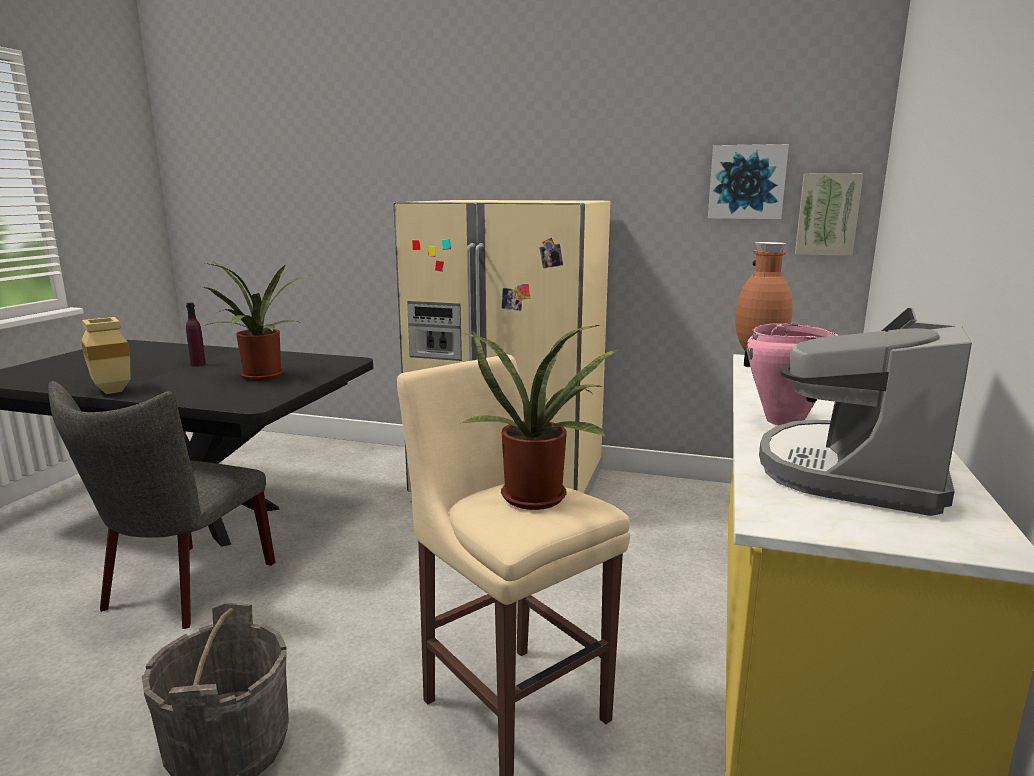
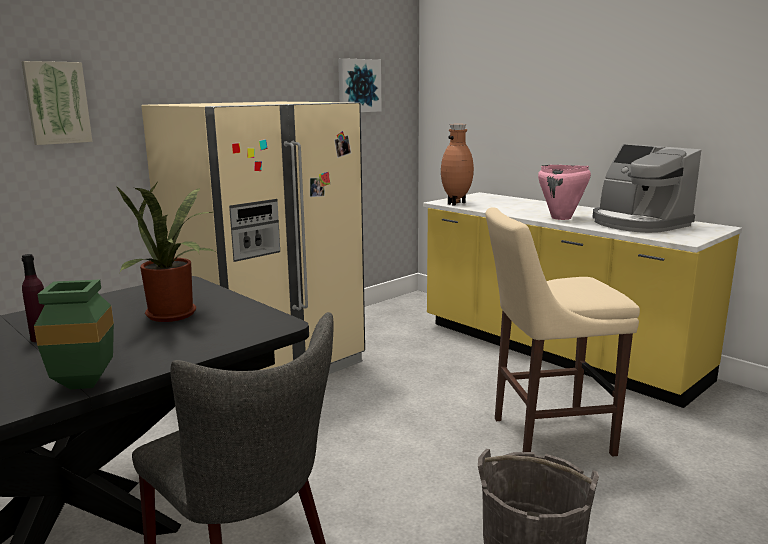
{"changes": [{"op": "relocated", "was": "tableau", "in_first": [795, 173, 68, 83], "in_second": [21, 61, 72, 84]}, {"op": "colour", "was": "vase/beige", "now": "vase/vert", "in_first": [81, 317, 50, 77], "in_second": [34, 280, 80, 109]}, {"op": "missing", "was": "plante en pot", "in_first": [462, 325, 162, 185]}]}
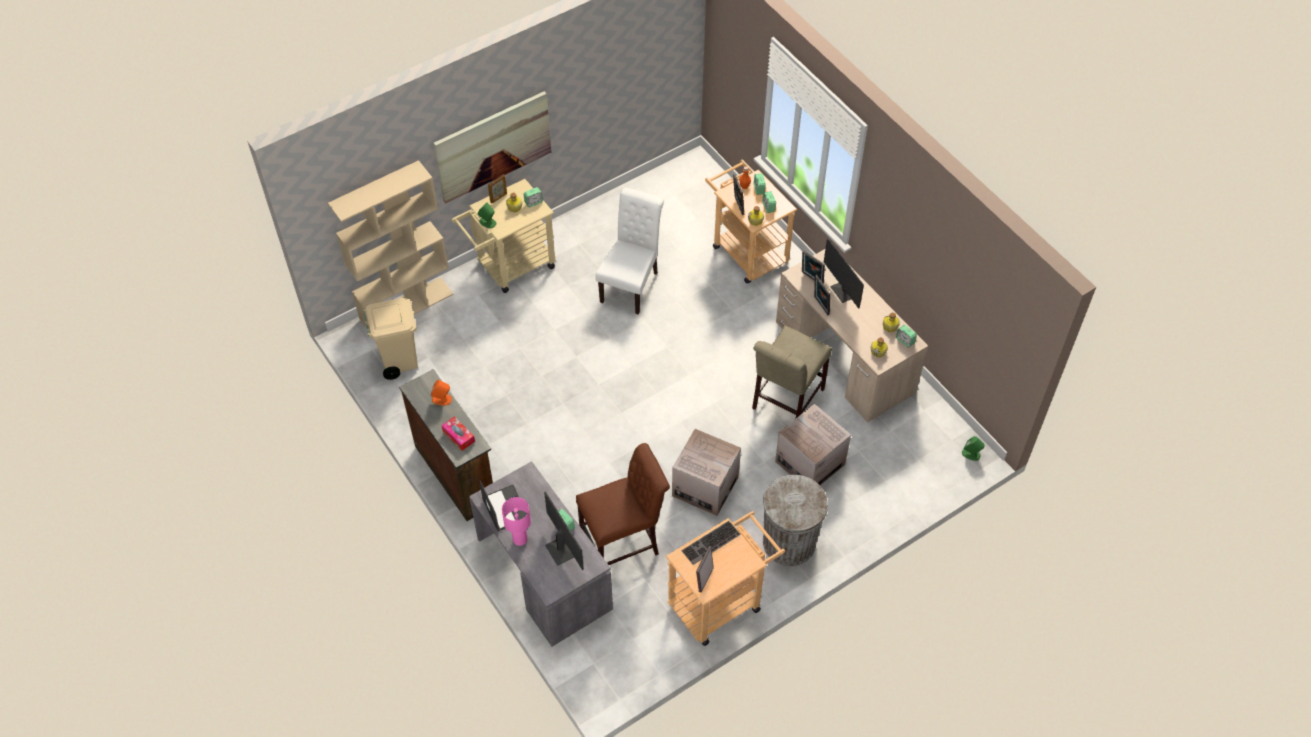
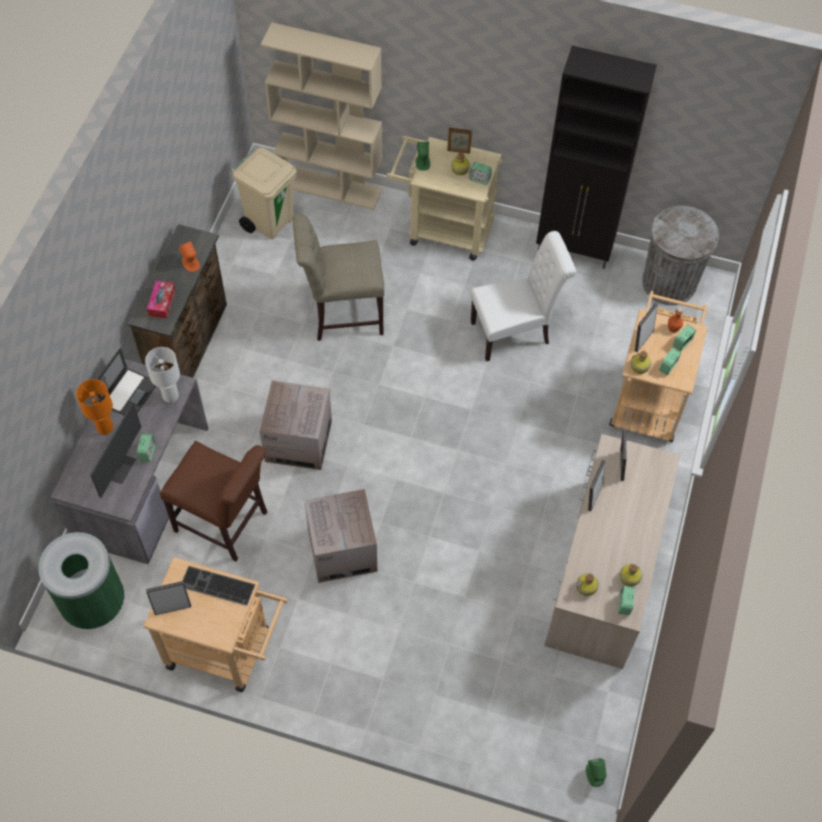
{"changes": [{"op": "appeared", "now": "poubelle/vert", "in_second": [39, 532, 85, 97]}, {"op": "colour", "was": "lampe de table/rose", "now": "lampe de table/orange", "in_first": [502, 497, 29, 49], "in_second": [76, 379, 37, 56]}, {"op": "appeared", "now": "lampe de table/blanc", "in_second": [145, 347, 35, 56]}, {"op": "relocated", "was": "carton", "in_first": [775, 404, 76, 81], "in_second": [259, 380, 73, 90]}, {"op": "relocated", "was": "chaise/beige", "in_first": [752, 325, 80, 94], "in_second": [293, 214, 91, 127]}, {"op": "appeared", "now": "meuble de rangement/noir", "in_second": [536, 46, 121, 223]}, {"op": "relocated", "was": "poubelle/gris", "in_first": [763, 475, 65, 91], "in_second": [642, 206, 77, 99]}, {"op": "missing", "was": "tableau", "in_first": [433, 91, 118, 112]}, {"op": "missing", "was": "écran d'ordinateur", "in_first": [824, 238, 40, 71]}]}
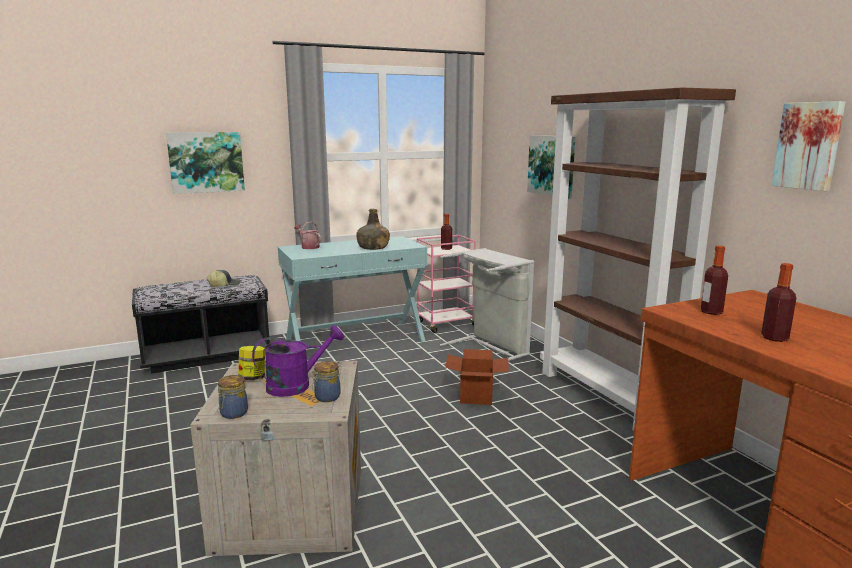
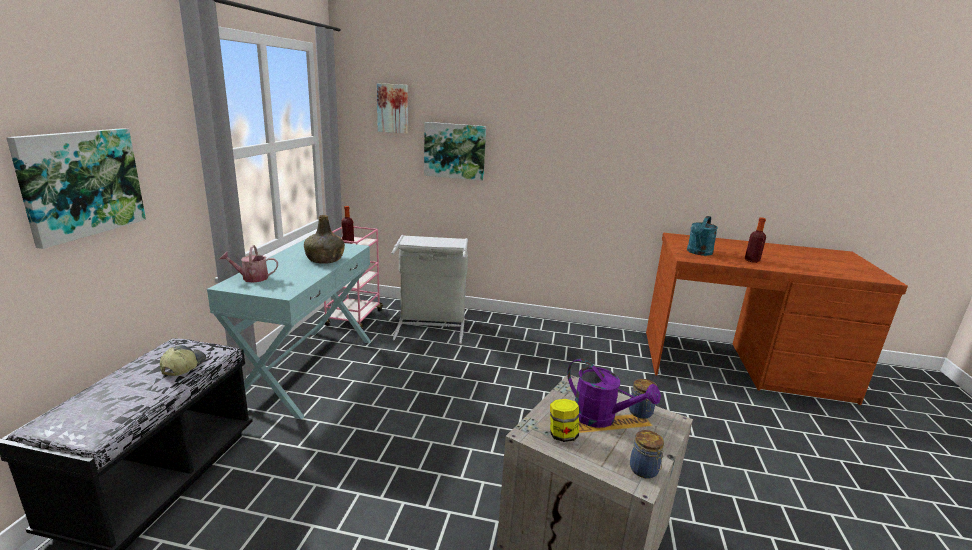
{"changes": [{"op": "relocated", "was": "tableau", "in_first": [771, 101, 75, 90], "in_second": [377, 83, 31, 51]}, {"op": "spun", "was": "arrosoir/violet", "in_first": [252, 325, 92, 72], "in_second": [567, 358, 94, 70], "clockwise": 120}, {"op": "exchanged", "was": "bouteille", "now": "arrosoir/turquoise", "in_first": [701, 246, 27, 69], "in_second": [687, 216, 31, 40]}, {"op": "missing", "was": "carton", "in_first": [445, 349, 64, 56]}, {"op": "missing", "was": "bibliothèque/marron", "in_first": [540, 87, 196, 344]}]}
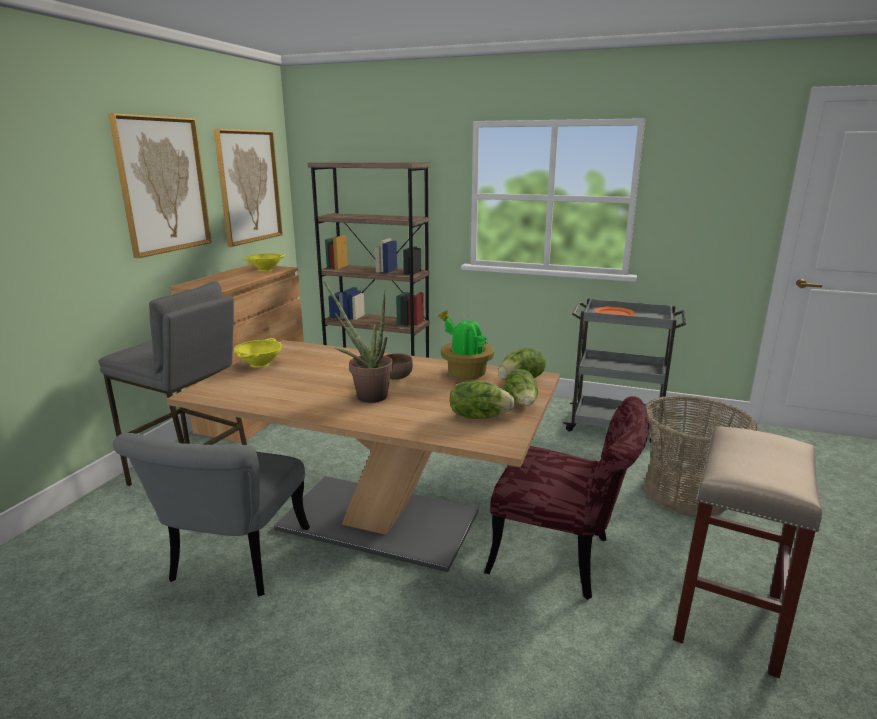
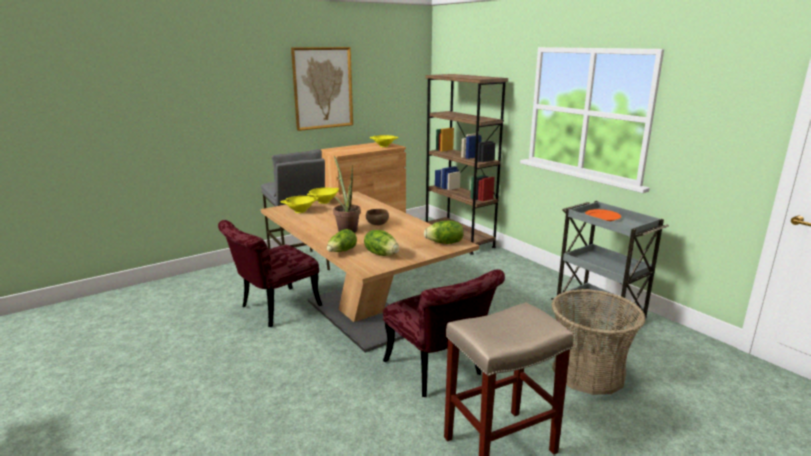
{"changes": [{"op": "colour", "was": "chaise/gris", "now": "chaise/rouge", "in_first": [113, 433, 197, 164], "in_second": [218, 220, 104, 107]}, {"op": "appeared", "now": "bol/jaune", "in_second": [280, 196, 38, 17]}, {"op": "relocated", "was": "laitue", "in_first": [504, 369, 34, 37], "in_second": [327, 229, 30, 23]}, {"op": "missing", "was": "tableau", "in_first": [214, 129, 69, 118]}, {"op": "missing", "was": "plante en pot", "in_first": [437, 310, 57, 69]}]}
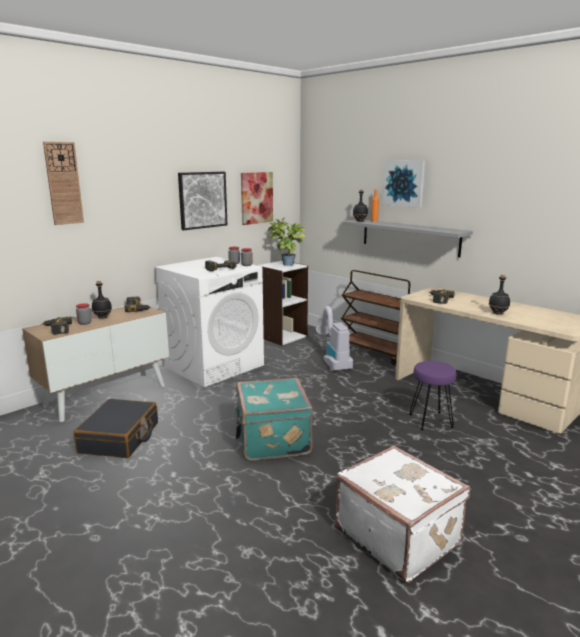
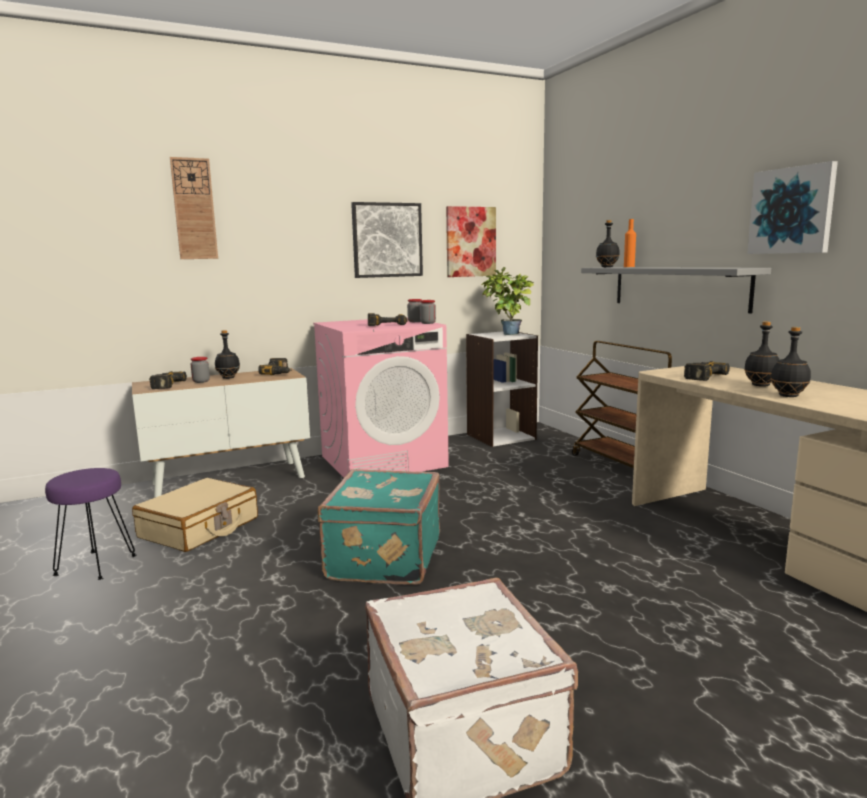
{"changes": [{"op": "relocated", "was": "tabouret/violet", "in_first": [409, 361, 47, 69], "in_second": [45, 468, 92, 112]}, {"op": "colour", "was": "valise/noir", "now": "valise/beige", "in_first": [73, 399, 85, 59], "in_second": [132, 478, 126, 74]}, {"op": "colour", "was": "lave-linge/blanc", "now": "lave-linge/rose", "in_first": [154, 257, 110, 130], "in_second": [313, 317, 136, 161]}, {"op": "appeared", "now": "bouteille/noir", "in_second": [744, 321, 36, 66]}, {"op": "relocated", "was": "tableau", "in_first": [382, 160, 43, 48], "in_second": [747, 161, 91, 93]}, {"op": "missing", "was": "aspirateur", "in_first": [316, 306, 37, 65]}]}
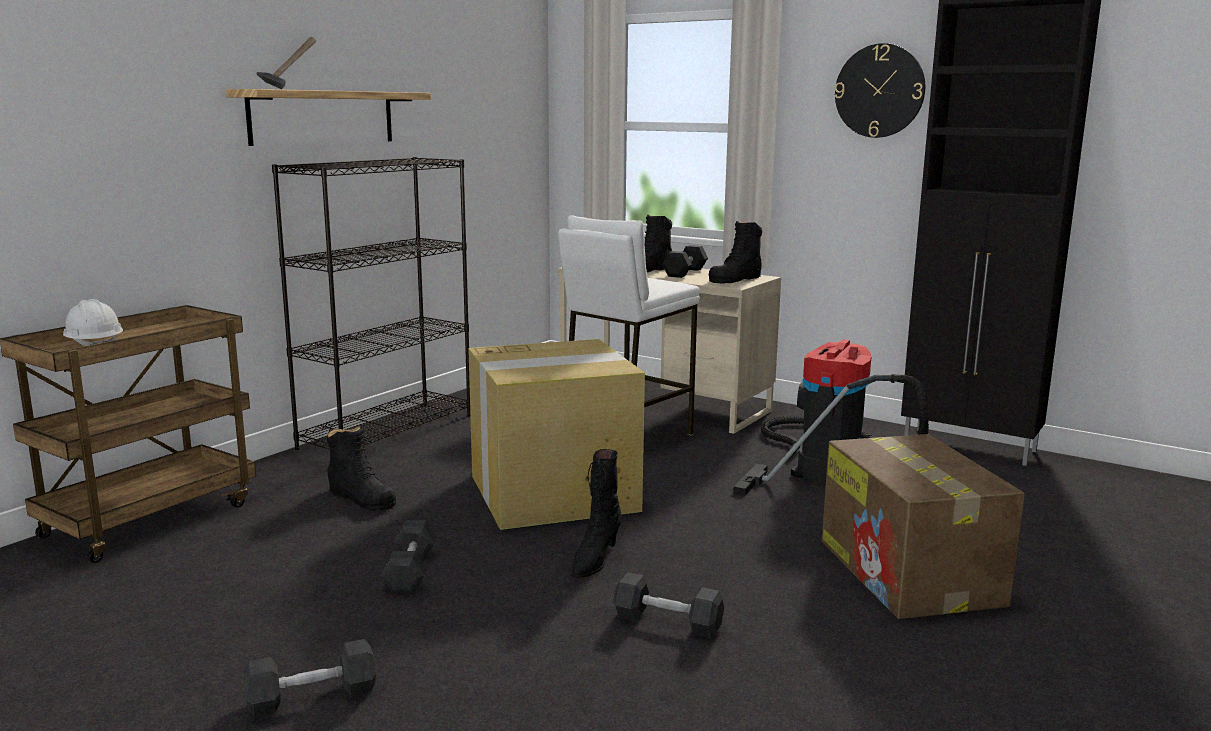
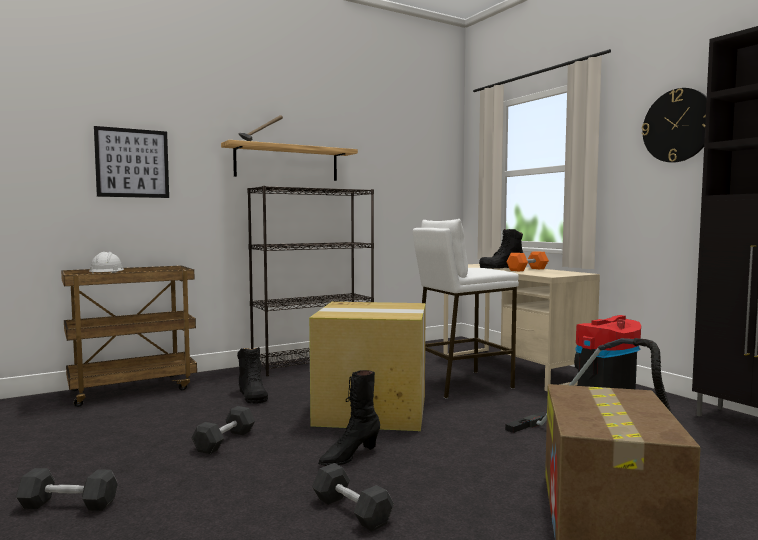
{"changes": [{"op": "appeared", "now": "tableau", "in_second": [94, 126, 75, 72]}, {"op": "colour", "was": "haltère/noir", "now": "haltère/orange", "in_first": [662, 245, 46, 33], "in_second": [506, 251, 43, 20]}, {"op": "missing", "was": "botte/noir", "in_first": [709, 221, 53, 63]}]}
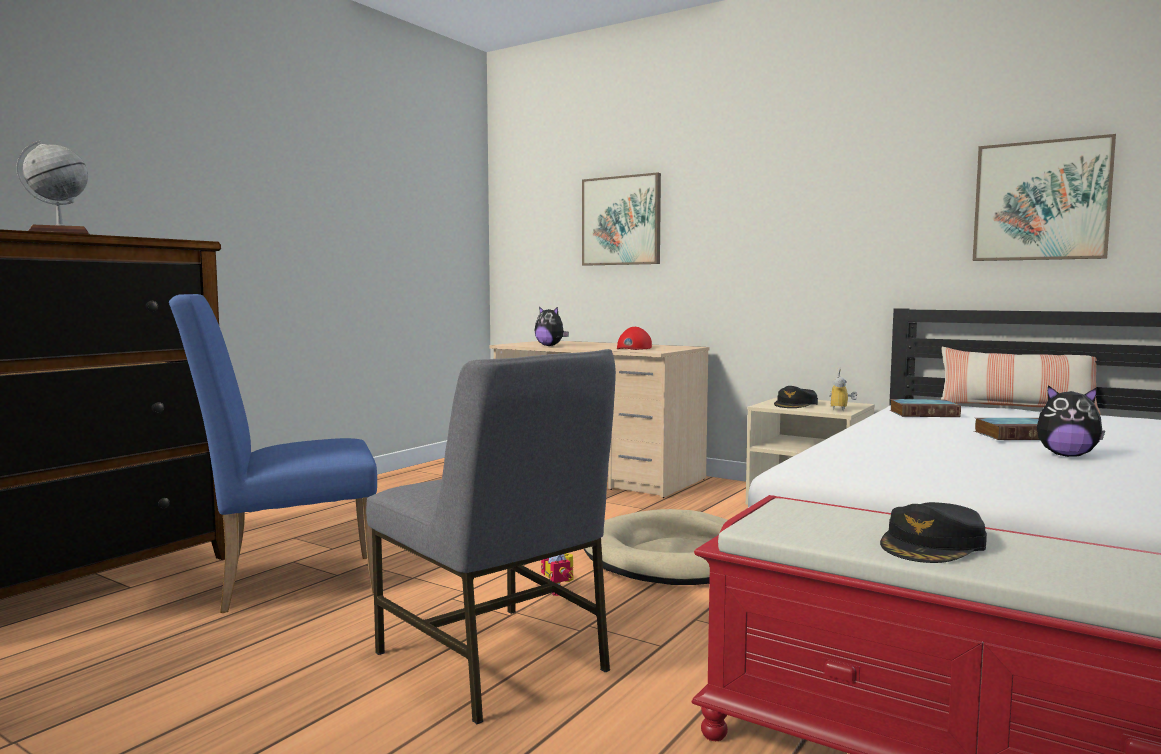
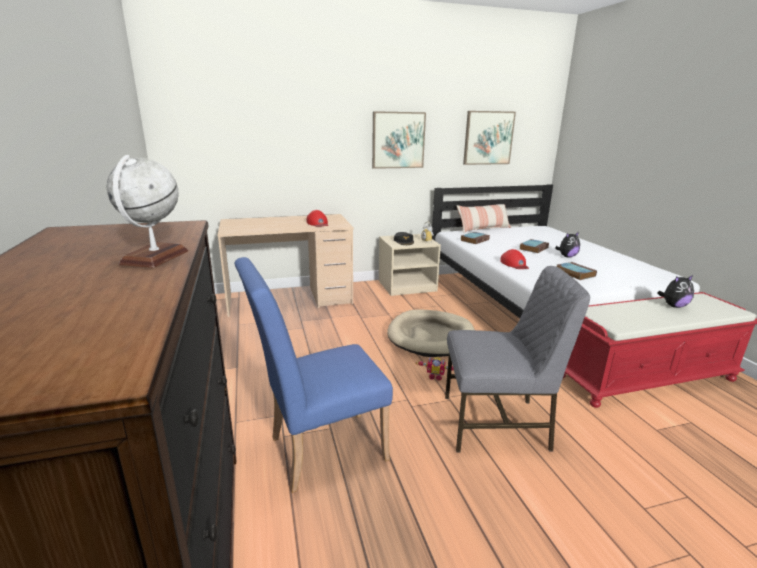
{"changes": [{"op": "spun", "was": "chaise/bleu", "in_first": [169, 294, 208, 319], "in_second": [234, 257, 159, 236], "clockwise": 45}, {"op": "relocated", "was": "tableau", "in_first": [582, 172, 79, 94], "in_second": [372, 111, 54, 58]}, {"op": "appeared", "now": "casquette/rouge", "in_second": [500, 249, 29, 20]}, {"op": "appeared", "now": "livre", "in_second": [557, 262, 40, 18]}, {"op": "relocated", "was": "peluche", "in_first": [535, 306, 34, 40], "in_second": [657, 275, 37, 33]}, {"op": "missing", "was": "casquette/noir", "in_first": [880, 502, 107, 61]}]}
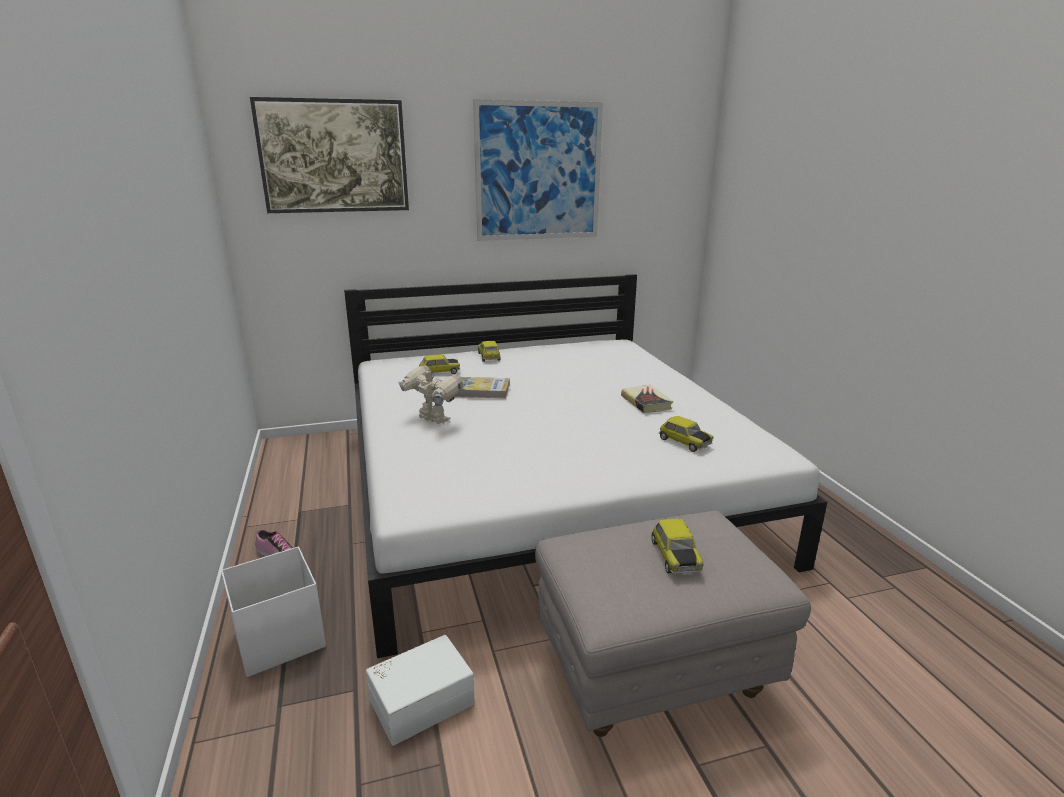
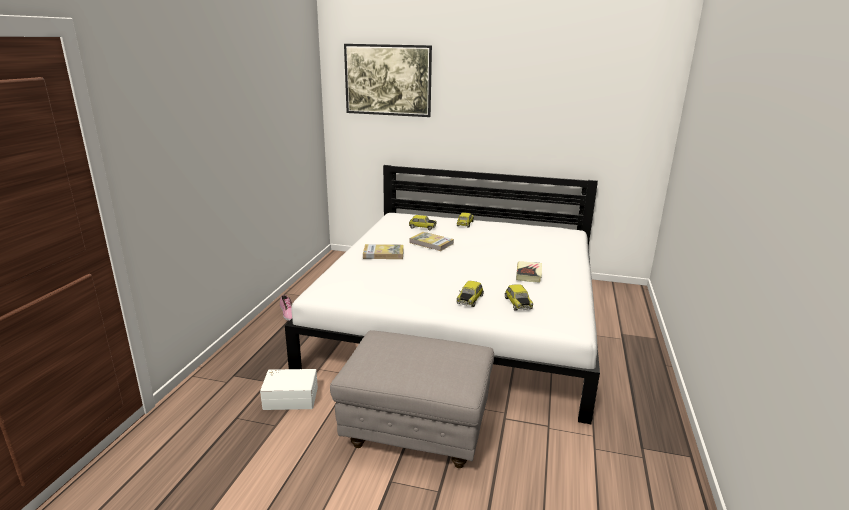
{"changes": [{"op": "exchanged", "was": "robot jouet", "now": "livre", "in_first": [398, 365, 65, 59], "in_second": [363, 244, 41, 15]}, {"op": "relocated", "was": "petite voiture", "in_first": [651, 519, 53, 56], "in_second": [457, 281, 27, 26]}, {"op": "missing", "was": "boîte de rangement/blanc", "in_first": [221, 547, 105, 130]}, {"op": "missing", "was": "tableau", "in_first": [473, 99, 130, 142]}]}
